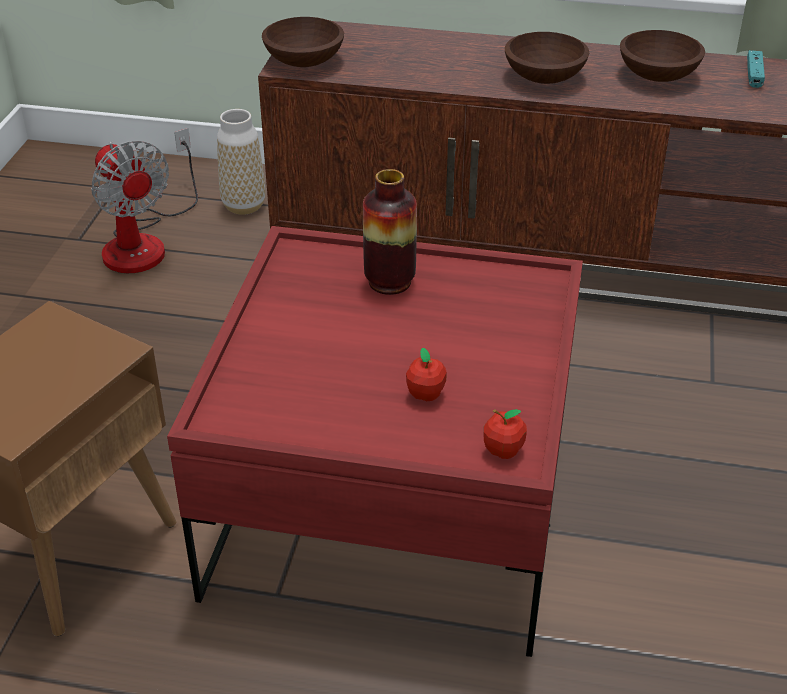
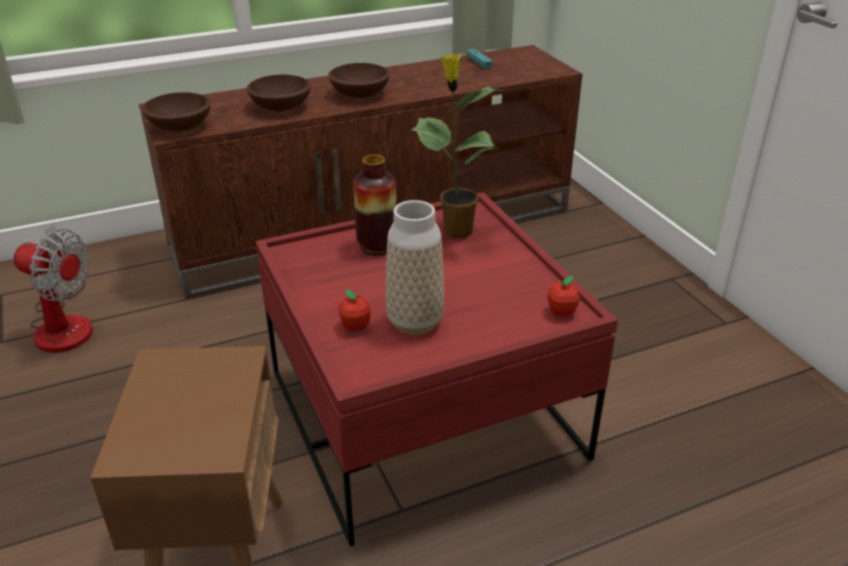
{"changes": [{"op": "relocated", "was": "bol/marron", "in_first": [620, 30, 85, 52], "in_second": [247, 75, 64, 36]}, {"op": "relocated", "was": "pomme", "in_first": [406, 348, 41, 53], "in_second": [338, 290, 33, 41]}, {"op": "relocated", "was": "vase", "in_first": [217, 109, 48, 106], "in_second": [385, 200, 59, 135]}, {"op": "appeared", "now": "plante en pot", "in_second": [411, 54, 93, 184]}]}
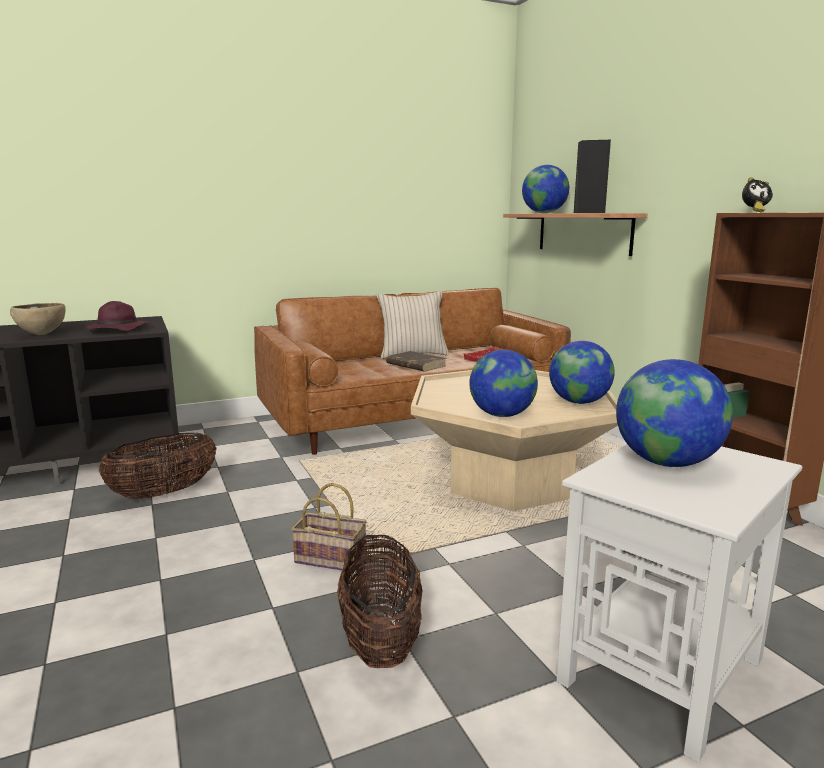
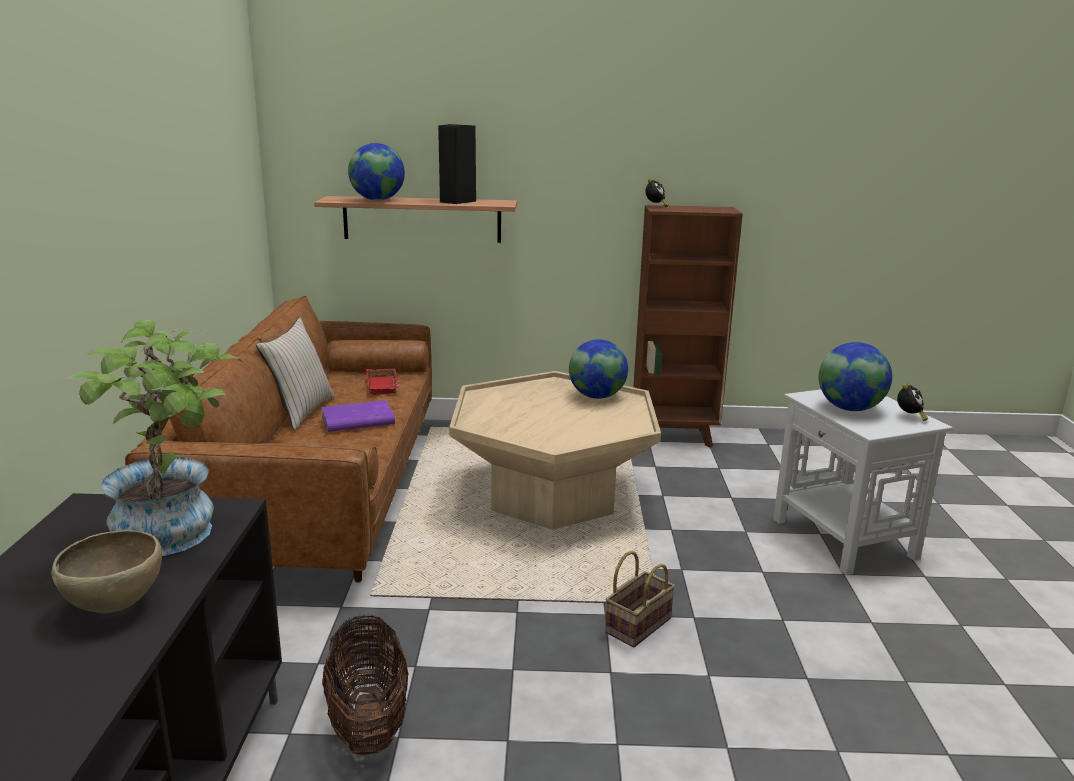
{"changes": [{"op": "exchanged", "was": "chapeau/violet", "now": "plante en pot", "in_first": [86, 301, 63, 30], "in_second": [66, 320, 177, 236]}, {"op": "colour", "was": "livre/marron", "now": "livre/violet", "in_first": [386, 351, 61, 21], "in_second": [321, 400, 74, 32]}, {"op": "appeared", "now": "réveil", "in_second": [897, 384, 31, 37]}, {"op": "missing", "was": "panier", "in_first": [337, 533, 85, 135]}, {"op": "missing", "was": "globe", "in_first": [469, 350, 69, 67]}]}
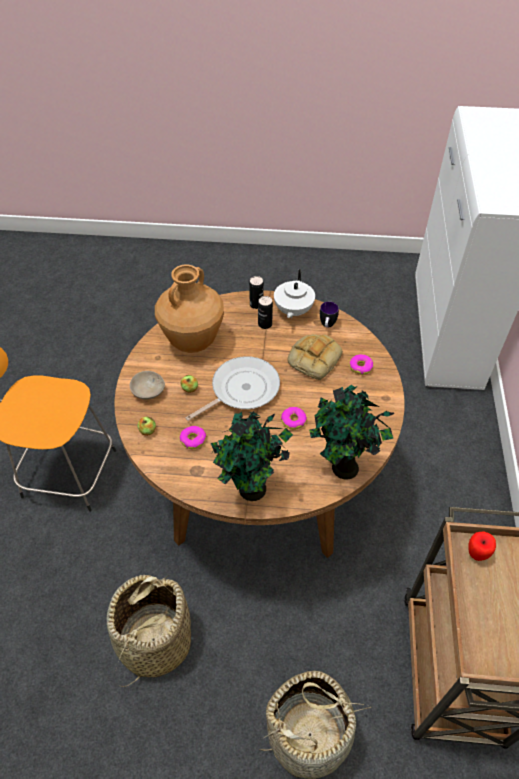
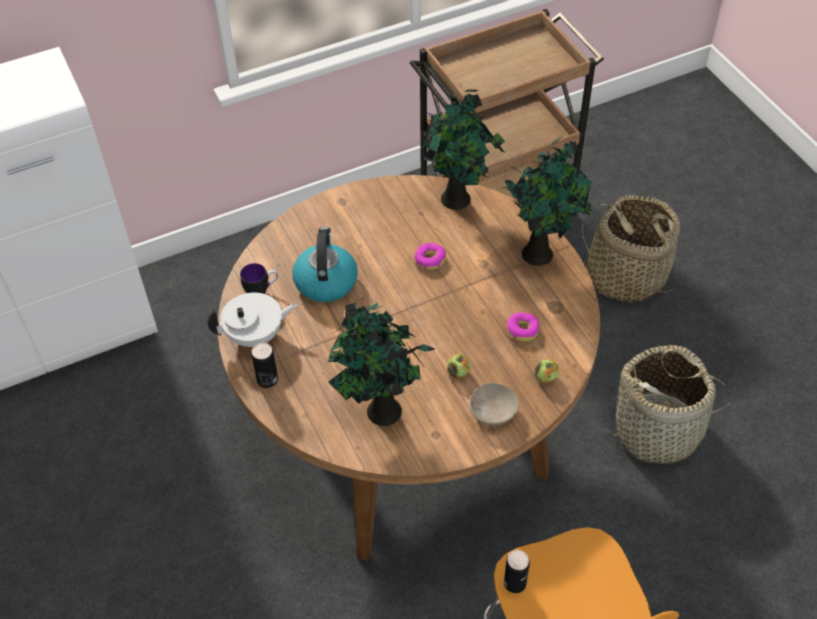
{"changes": [{"op": "exchanged", "was": "pain", "now": "bouilloire", "in_first": [287, 334, 56, 46], "in_second": [292, 227, 66, 75]}, {"op": "exchanged", "was": "vase/marron", "now": "plante en pot", "in_first": [155, 264, 69, 89], "in_second": [328, 303, 107, 123]}, {"op": "relocated", "was": "boîte métallique", "in_first": [258, 296, 15, 33], "in_second": [504, 550, 26, 43]}, {"op": "missing", "was": "poêle", "in_first": [186, 356, 94, 65]}, {"op": "missing", "was": "beignet", "in_first": [349, 354, 24, 21]}, {"op": "missing", "was": "pomme", "in_first": [468, 532, 28, 29]}]}
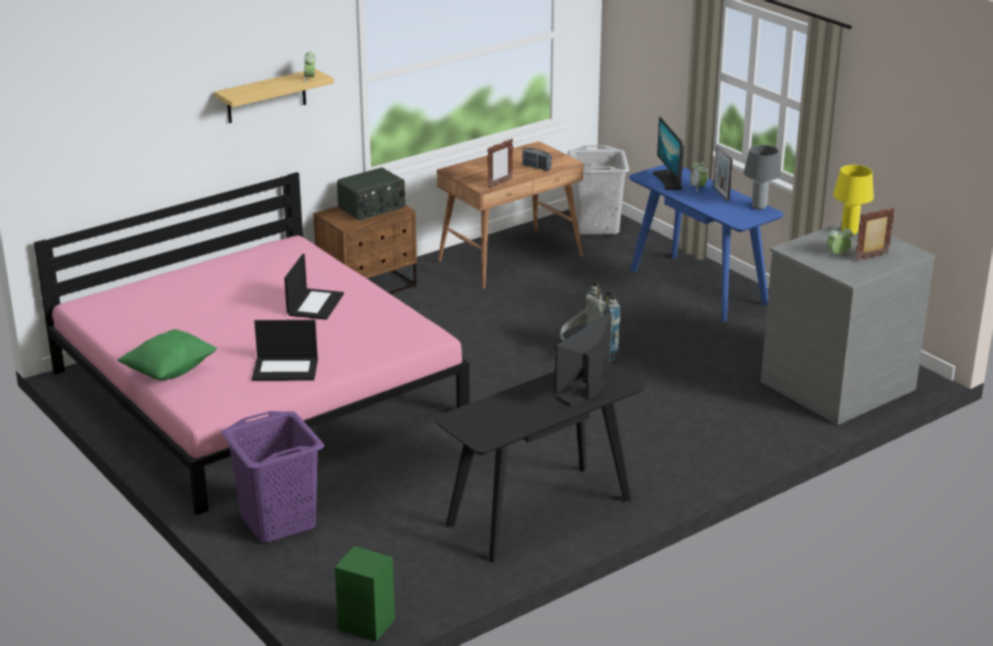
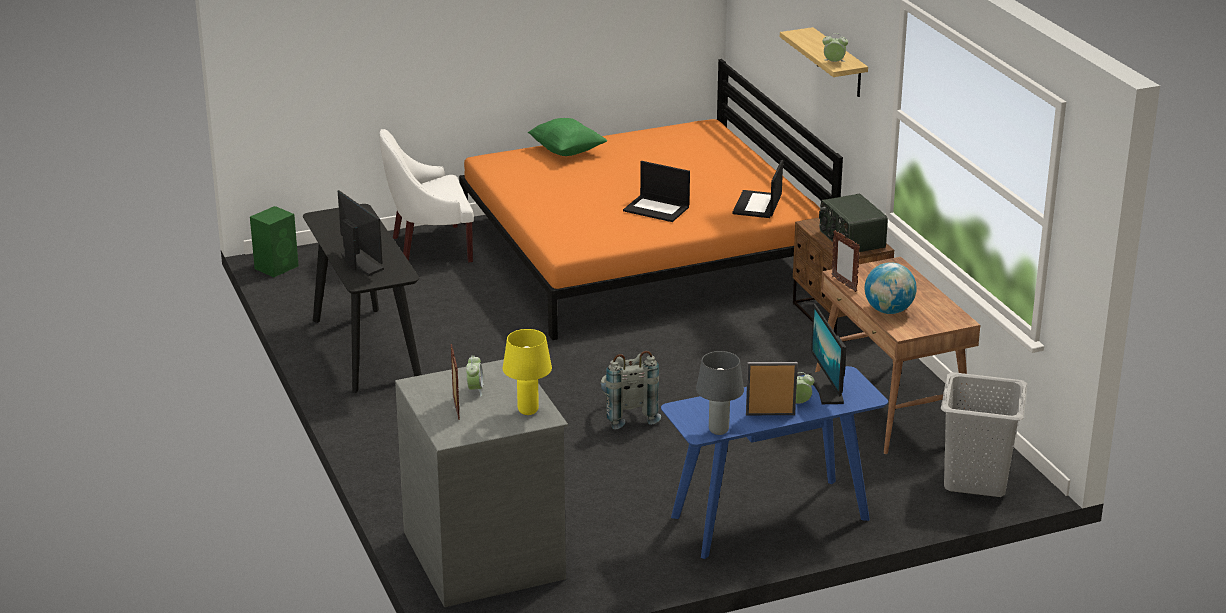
{"changes": [{"op": "exchanged", "was": "panier à linge/violet", "now": "fauteuil/blanc", "in_first": [221, 411, 103, 132], "in_second": [380, 129, 94, 133]}, {"op": "colour", "was": "lit/rose", "now": "lit/orange", "in_first": [34, 172, 436, 343], "in_second": [459, 59, 384, 281]}, {"op": "relocated", "was": "ordinateur portable", "in_first": [252, 320, 66, 61], "in_second": [732, 160, 51, 58]}, {"op": "spun", "was": "écran d'ordinateur", "in_first": [653, 117, 31, 73], "in_second": [805, 303, 41, 101], "clockwise": -105}, {"op": "exchanged", "was": "radio", "now": "globe", "in_first": [522, 148, 30, 23], "in_second": [865, 262, 52, 52]}]}
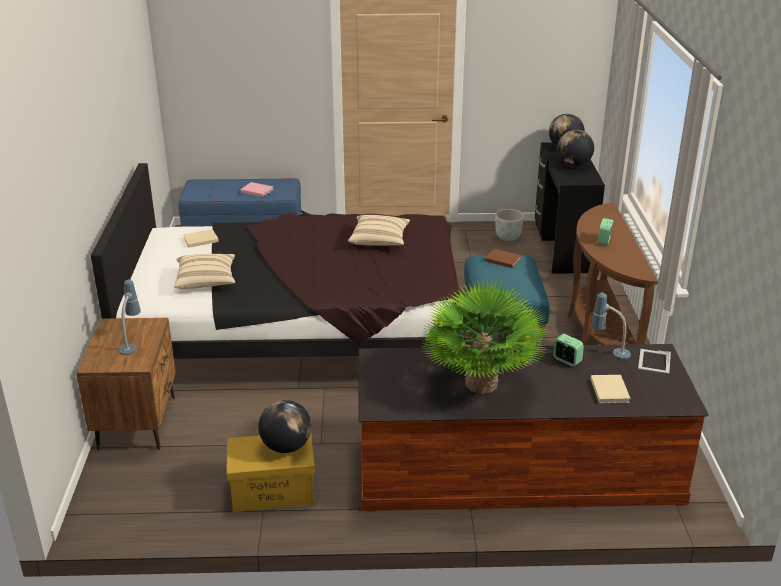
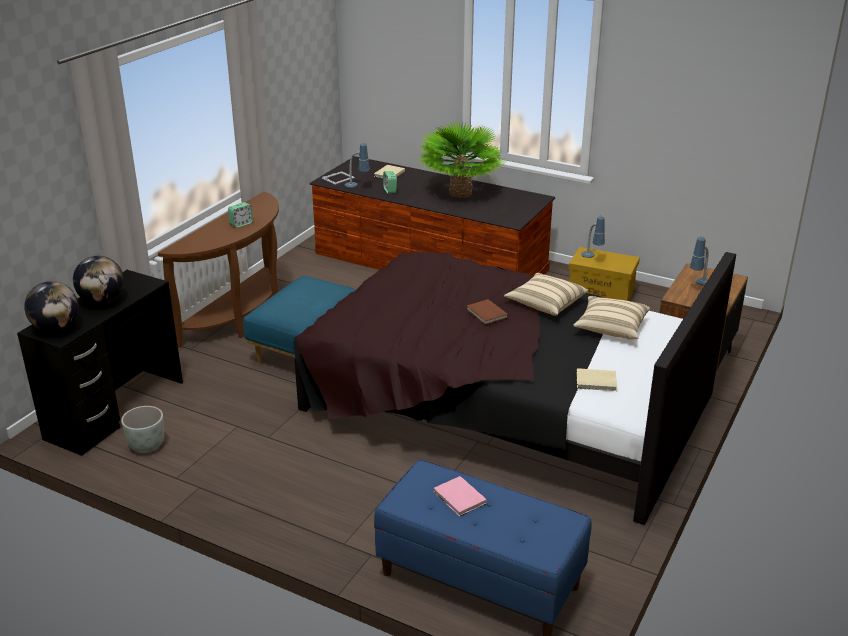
{"changes": [{"op": "relocated", "was": "livre/marron", "in_first": [485, 249, 37, 19], "in_second": [466, 299, 42, 26]}, {"op": "relocated", "was": "coussin/beige", "in_first": [348, 215, 62, 31], "in_second": [504, 273, 84, 43]}, {"op": "exchanged", "was": "globe", "now": "lampe de table", "in_first": [258, 400, 54, 53], "in_second": [581, 216, 24, 42]}]}
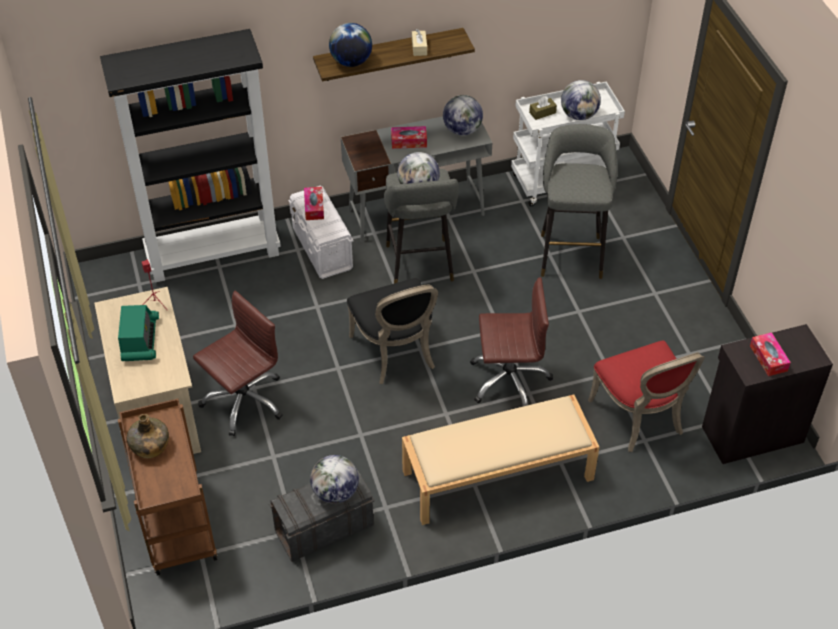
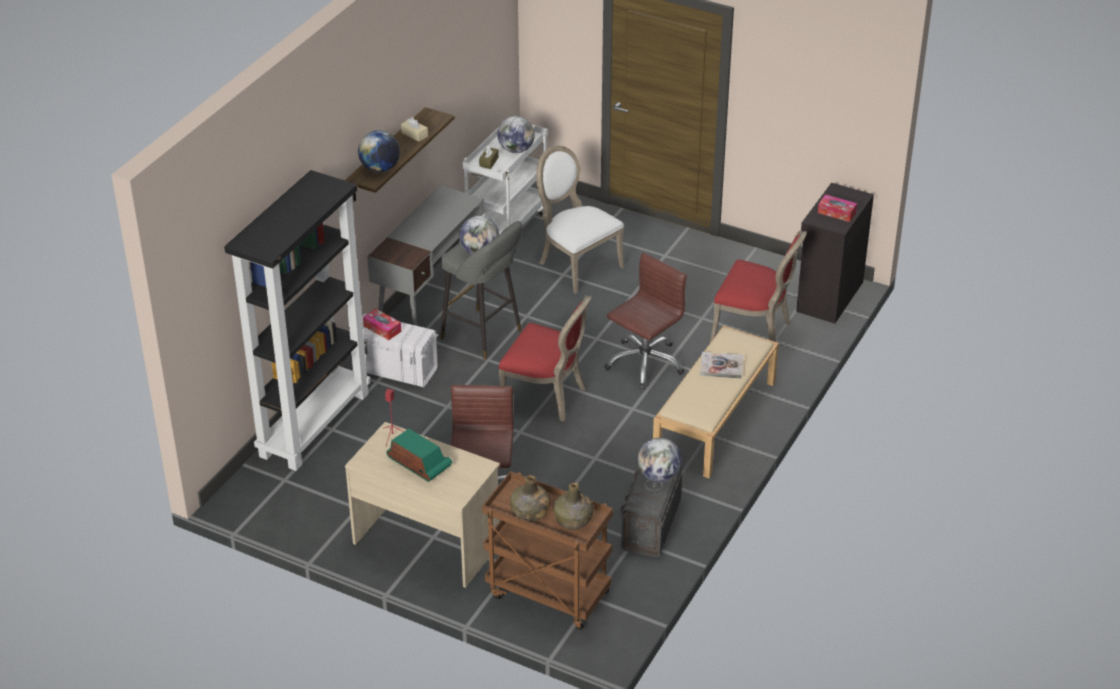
{"changes": [{"op": "colour", "was": "chaise/noir", "now": "chaise/rouge", "in_first": [347, 278, 91, 106], "in_second": [499, 295, 93, 127]}, {"op": "exchanged", "was": "tabouret/gris", "now": "chaise/blanc", "in_first": [541, 124, 77, 155], "in_second": [536, 146, 88, 148]}, {"op": "appeared", "now": "bouteille/vert", "in_second": [553, 483, 41, 47]}, {"op": "appeared", "now": "livre", "in_second": [700, 352, 43, 27]}, {"op": "missing", "was": "boîte à mouchoirs", "in_first": [391, 126, 36, 23]}, {"op": "missing", "was": "globe", "in_first": [443, 95, 40, 40]}]}
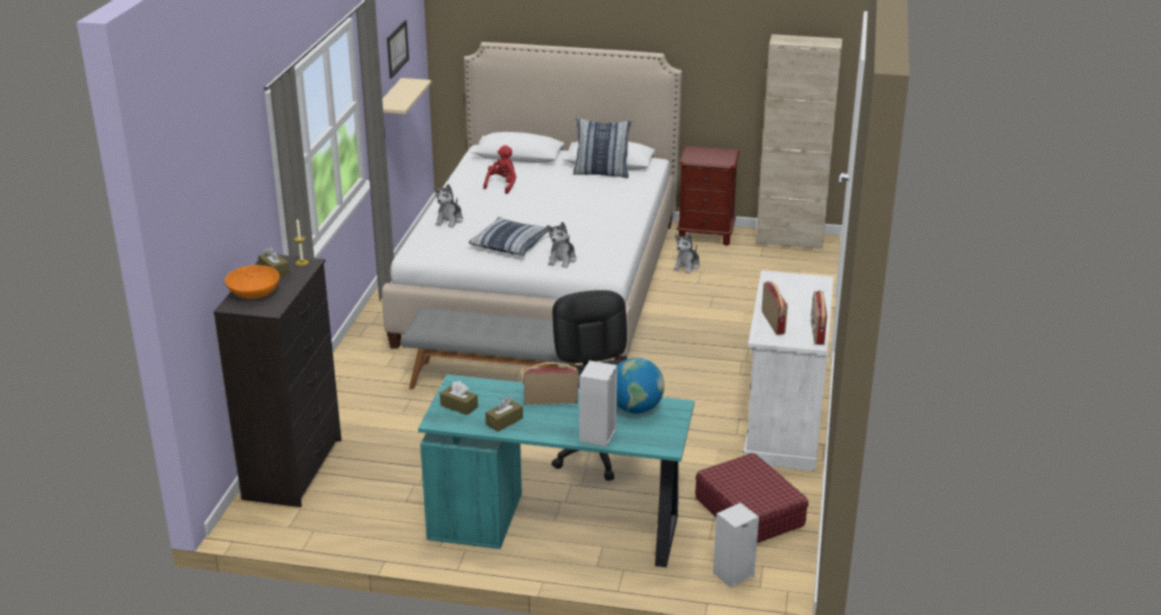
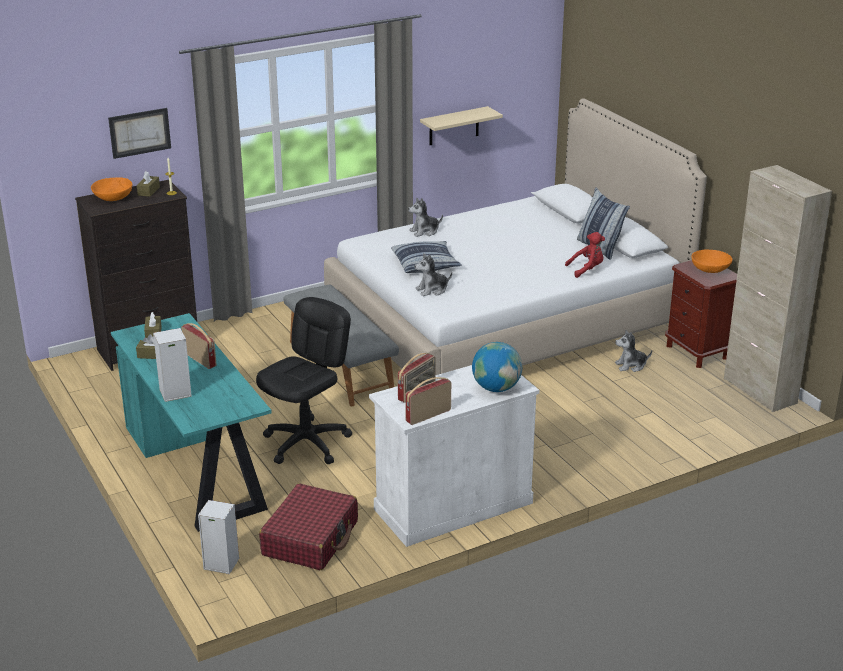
{"changes": [{"op": "relocated", "was": "tableau", "in_first": [387, 20, 22, 59], "in_second": [108, 108, 63, 51]}, {"op": "relocated", "was": "globe", "in_first": [617, 358, 47, 56], "in_second": [472, 342, 50, 50]}, {"op": "relocated", "was": "peluche/rouge", "in_first": [483, 145, 33, 49], "in_second": [565, 232, 40, 46]}, {"op": "appeared", "now": "bol/orange", "in_second": [691, 250, 41, 23]}]}
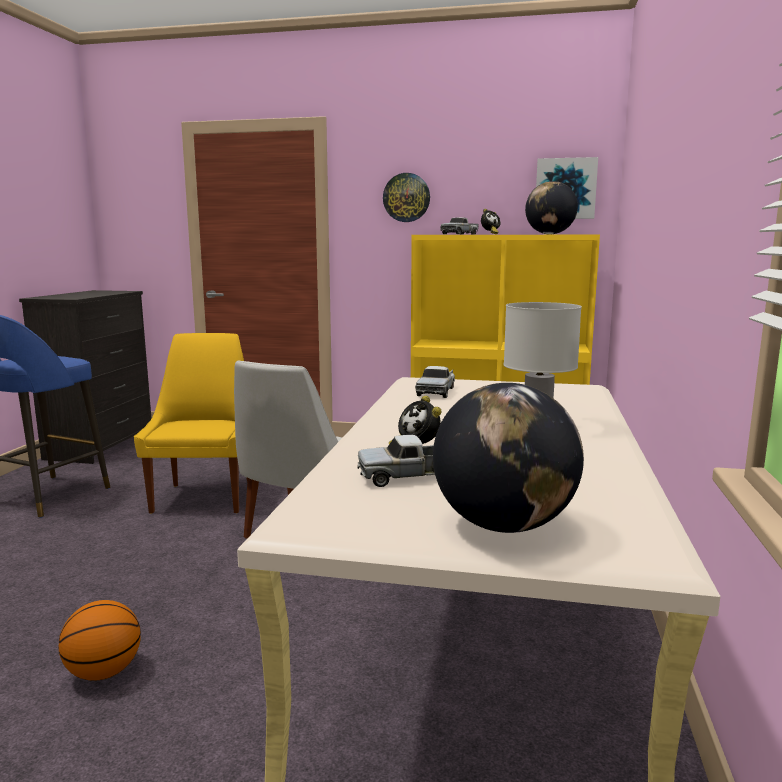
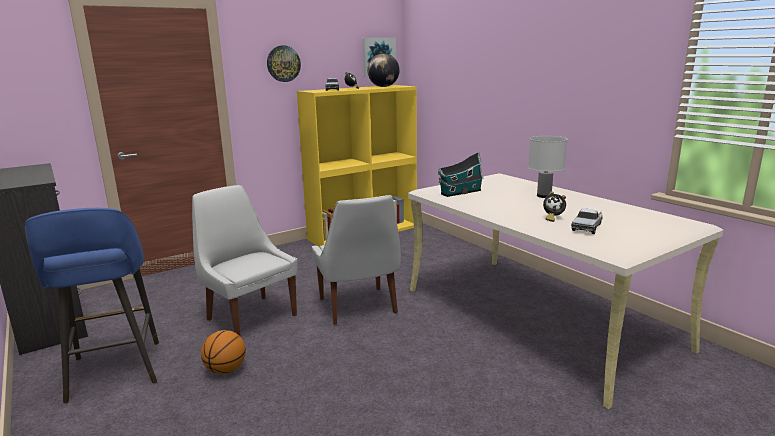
{"changes": [{"op": "colour", "was": "chaise/jaune", "now": "chaise/blanc", "in_first": [134, 333, 114, 180], "in_second": [192, 185, 106, 151]}, {"op": "relocated", "was": "ballon de basket", "in_first": [59, 600, 82, 81], "in_second": [201, 330, 45, 44]}, {"op": "exchanged", "was": "camion jouet", "now": "maison miniature", "in_first": [415, 366, 40, 32], "in_second": [438, 152, 46, 45]}, {"op": "missing", "was": "globe", "in_first": [433, 383, 151, 150]}]}
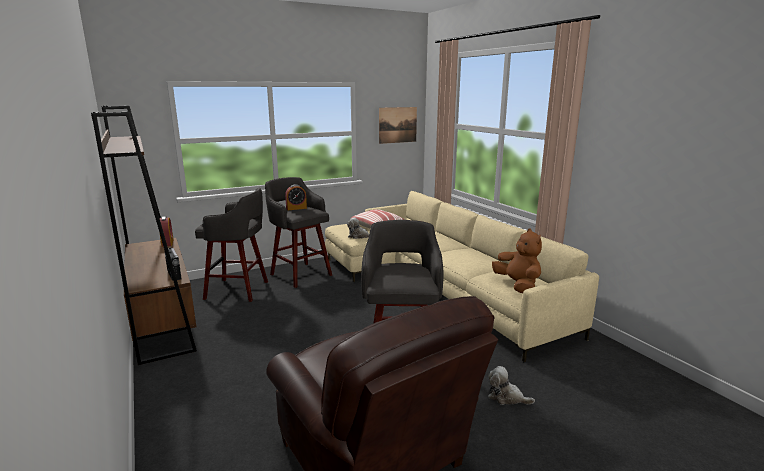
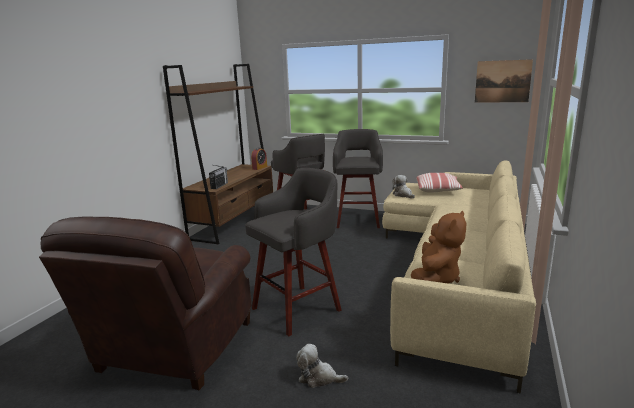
{"changes": [{"op": "spun", "was": "peluche", "in_first": [488, 366, 47, 39], "in_second": [296, 344, 52, 44], "clockwise": -60}, {"op": "missing", "was": "réveil", "in_first": [285, 184, 22, 26]}]}
